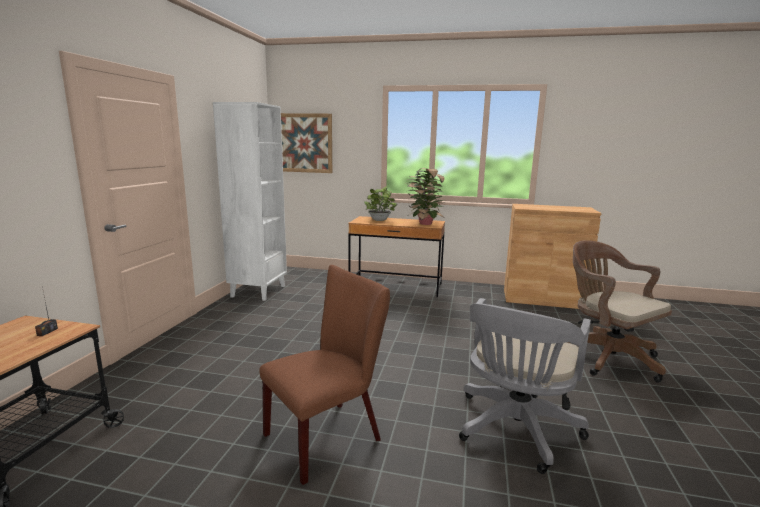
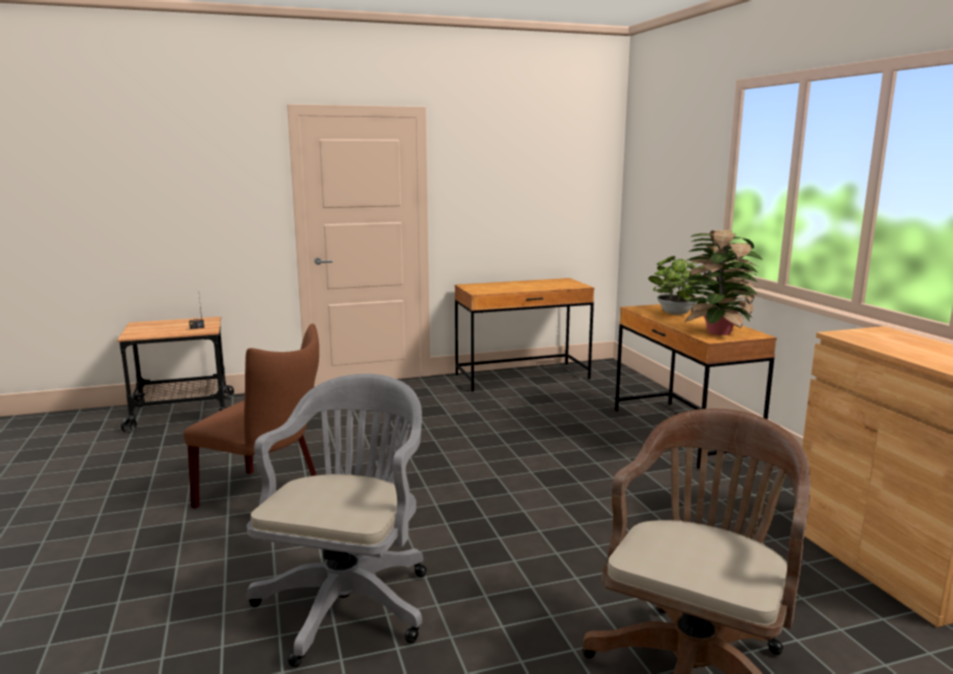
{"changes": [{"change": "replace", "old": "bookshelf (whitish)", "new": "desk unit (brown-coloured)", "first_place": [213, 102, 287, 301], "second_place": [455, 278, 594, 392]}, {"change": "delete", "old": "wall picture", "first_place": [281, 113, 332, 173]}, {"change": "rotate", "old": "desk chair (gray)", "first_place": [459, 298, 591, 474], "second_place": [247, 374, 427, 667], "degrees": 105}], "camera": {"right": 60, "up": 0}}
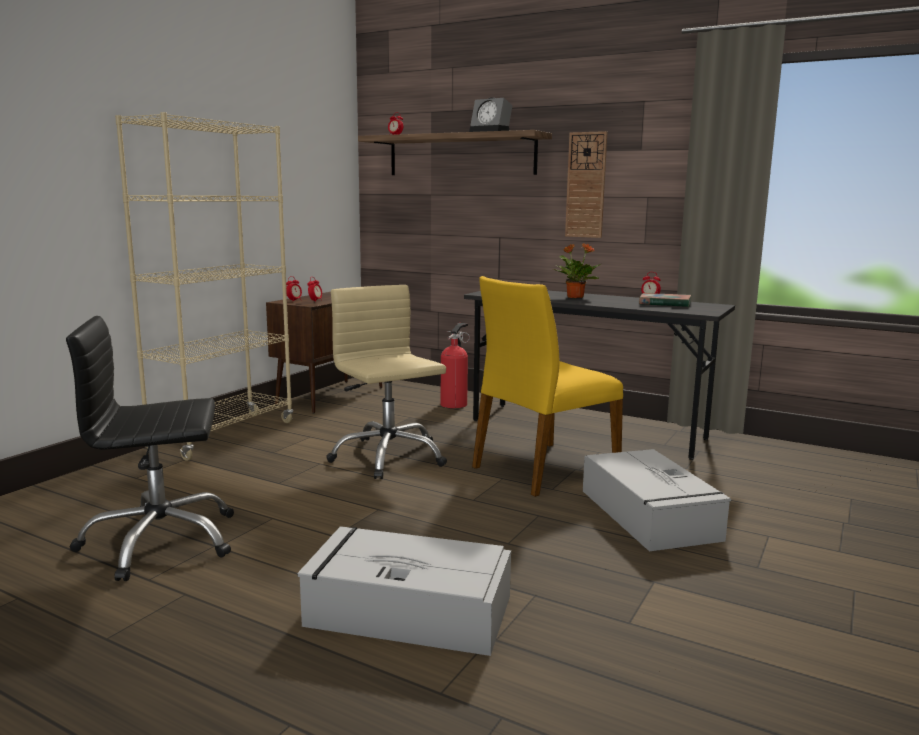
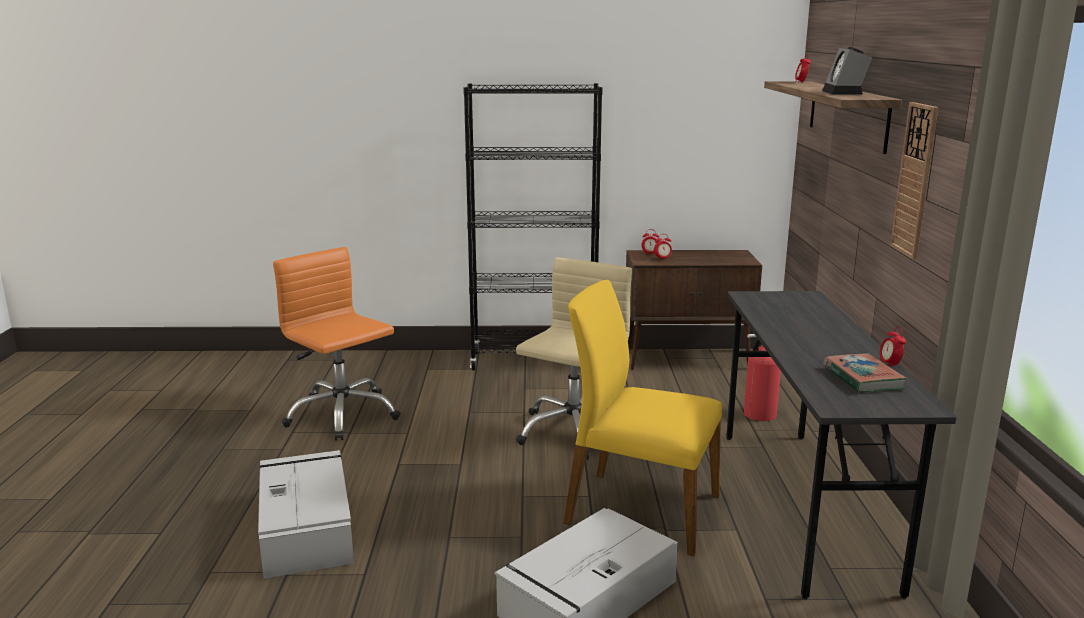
{"changes": [{"change": "recolor", "old": "desk chair (black)", "new": "desk chair (orange-coloured)", "first_place": [66, 316, 234, 581], "second_place": [273, 247, 401, 441]}, {"change": "recolor", "old": "bookshelf (sand-coloured)", "new": "bookshelf (black)", "first_place": [115, 112, 293, 461], "second_place": [463, 83, 603, 370]}, {"change": "delete", "old": "potted plant", "first_place": [553, 243, 601, 298]}], "camera": {"right": 60, "up": 5}}
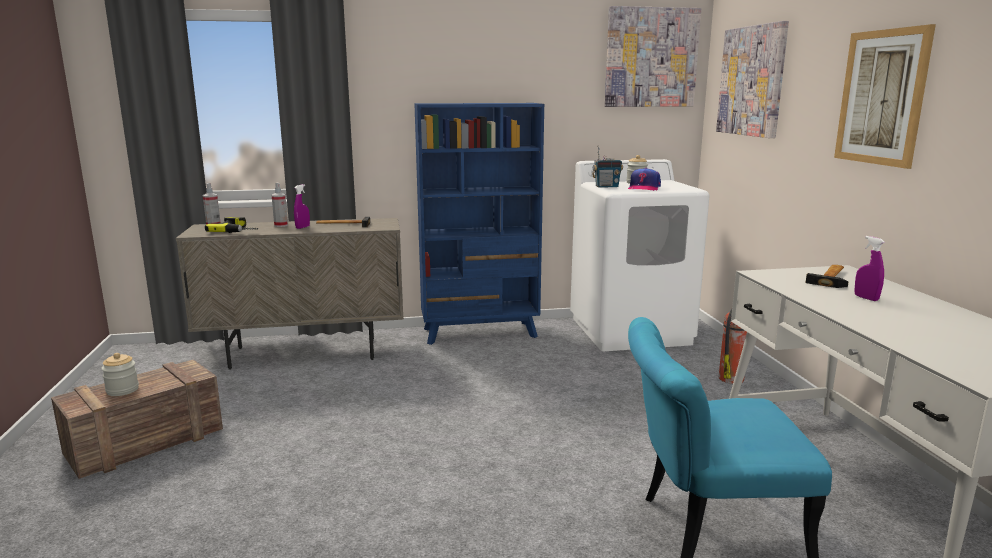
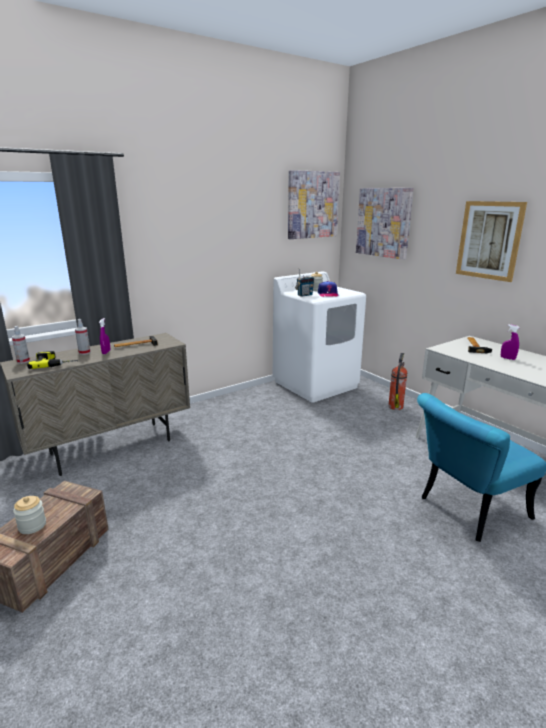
{"changes": [{"change": "delete", "old": "bookshelf (bluish)", "first_place": [414, 103, 544, 345]}], "camera": {"right": -25, "up": 5}}
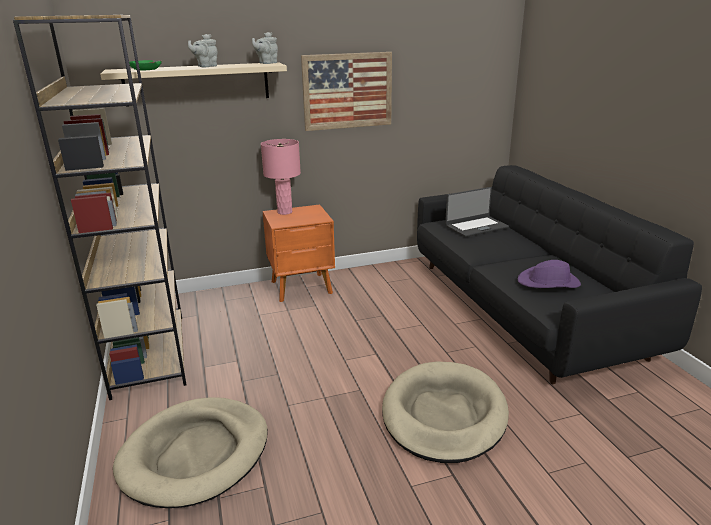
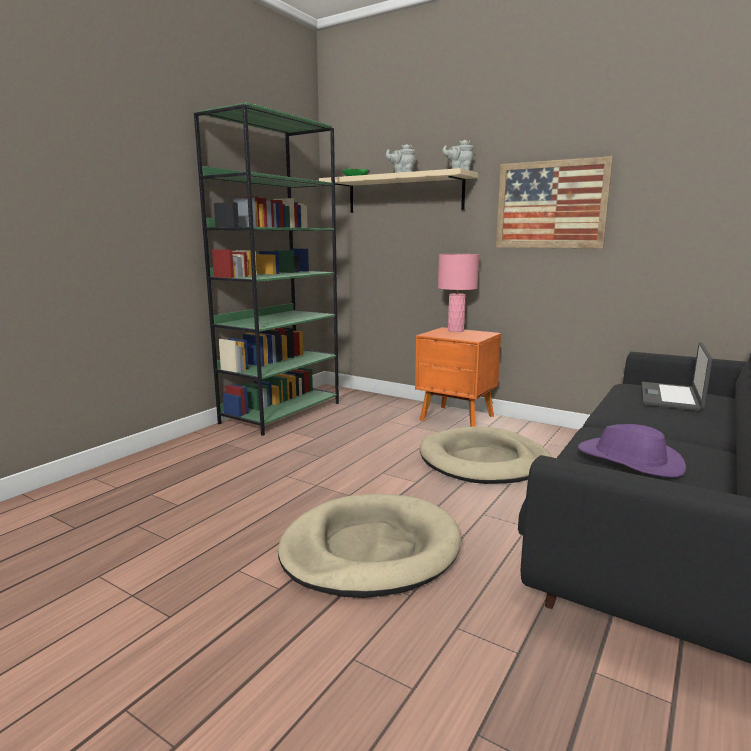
{"changes": [{"change": "recolor", "old": "bookshelf (brown-coloured)", "new": "bookshelf (green-coloured)", "first_place": [13, 15, 186, 400], "second_place": [194, 102, 339, 436]}, {"change": "move", "old": "pet bed (sand-coloured)", "first_place": [113, 397, 268, 508], "second_place": [419, 426, 552, 484]}, {"change": "rotate", "old": "notebook computer", "first_place": [445, 187, 509, 237], "second_place": [642, 342, 713, 411], "degrees": 90}], "camera": {"right": 50, "up": -10}}
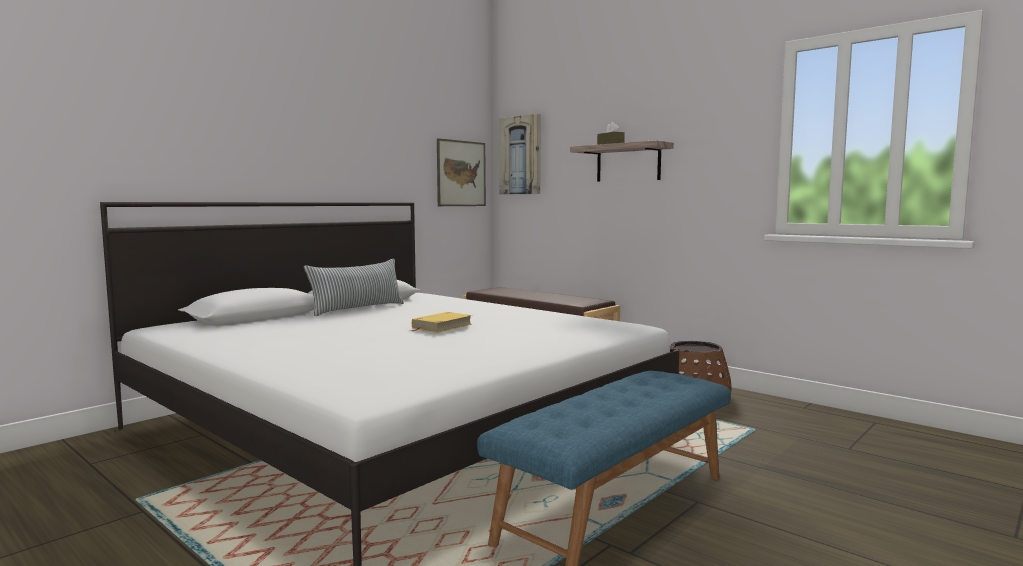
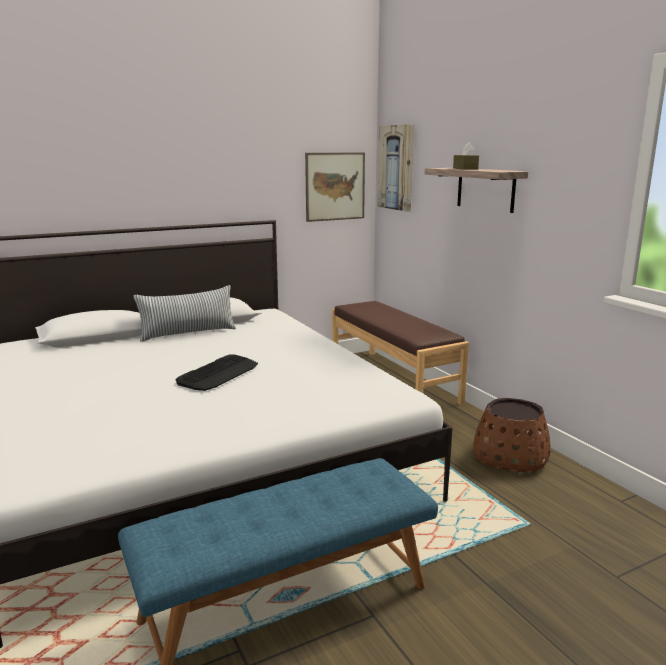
{"changes": [{"change": "replace", "old": "volume (yellow-coloured)", "new": "computer keyboard", "first_place": [412, 312, 472, 333], "second_place": [175, 354, 258, 391]}], "camera": {"right": 20, "up": 10}}
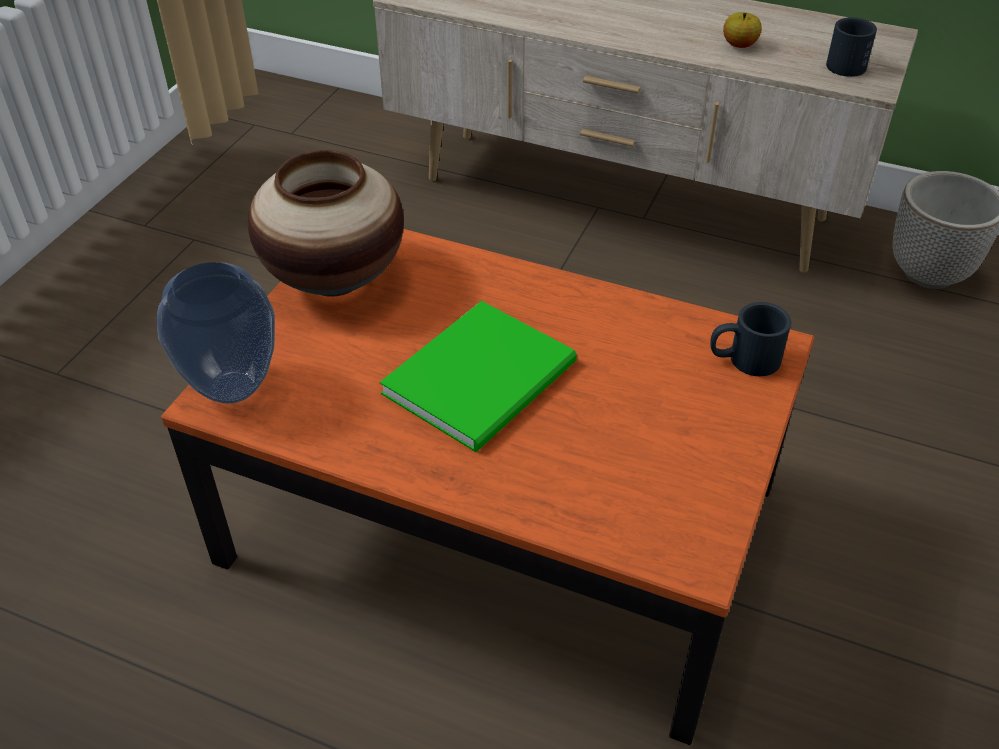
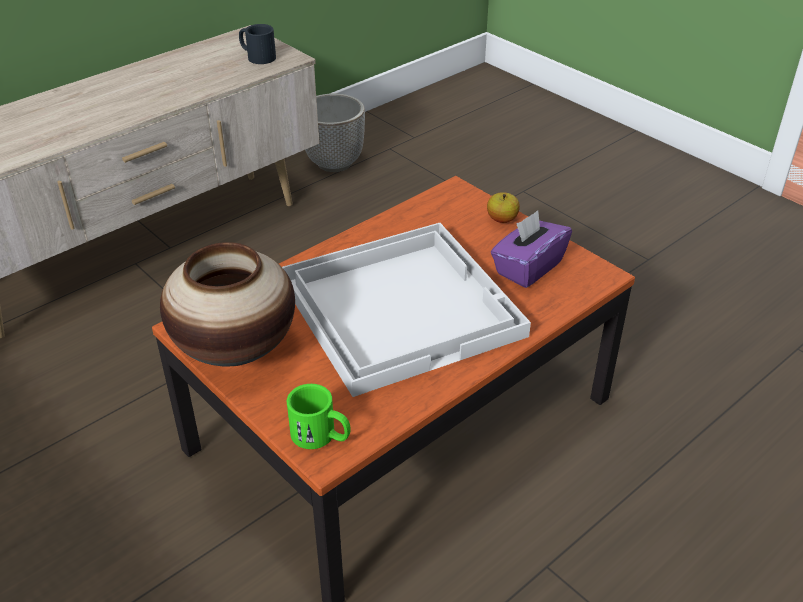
{"changes": [{"change": "replace", "old": "decorative vase", "new": "coffee mug (green-coloured)", "first_place": [157, 262, 275, 404], "second_place": [286, 384, 350, 449]}, {"change": "replace", "old": "volume (green-coloured)", "new": "serving tray (whitish)", "first_place": [380, 301, 577, 452], "second_place": [282, 223, 531, 397]}, {"change": "delete", "old": "coffee mug (black)", "first_place": [710, 302, 791, 376]}, {"change": "move", "old": "apple fruit", "first_place": [723, 12, 762, 48], "second_place": [487, 192, 520, 223]}, {"change": "insert", "new": "box of tissues (purple)", "second_place": [491, 210, 572, 288]}], "camera": {"right": -65, "up": -5}}
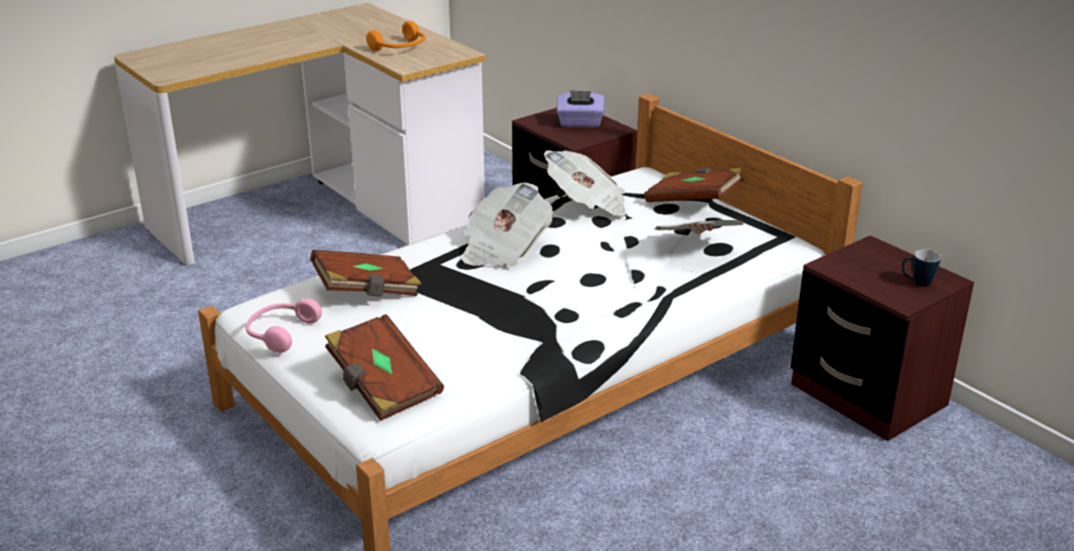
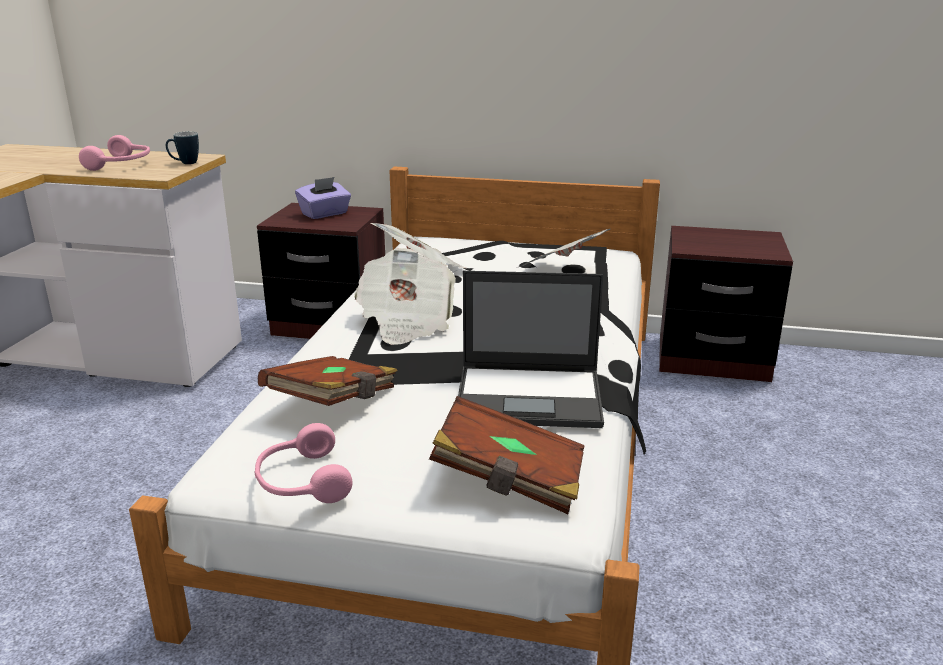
{"changes": [{"change": "recolor", "old": "headset (orange-coloured)", "new": "headset (pink-coloured)", "first_place": [366, 21, 426, 51], "second_place": [79, 135, 150, 171]}, {"change": "delete", "old": "volume (brown-coloured)", "first_place": [644, 168, 743, 202]}, {"change": "move", "old": "coffee mug", "first_place": [902, 249, 941, 287], "second_place": [166, 132, 199, 164]}, {"change": "insert", "new": "notebook computer", "second_place": [458, 271, 604, 428]}], "camera": {"right": -40, "up": -5}}
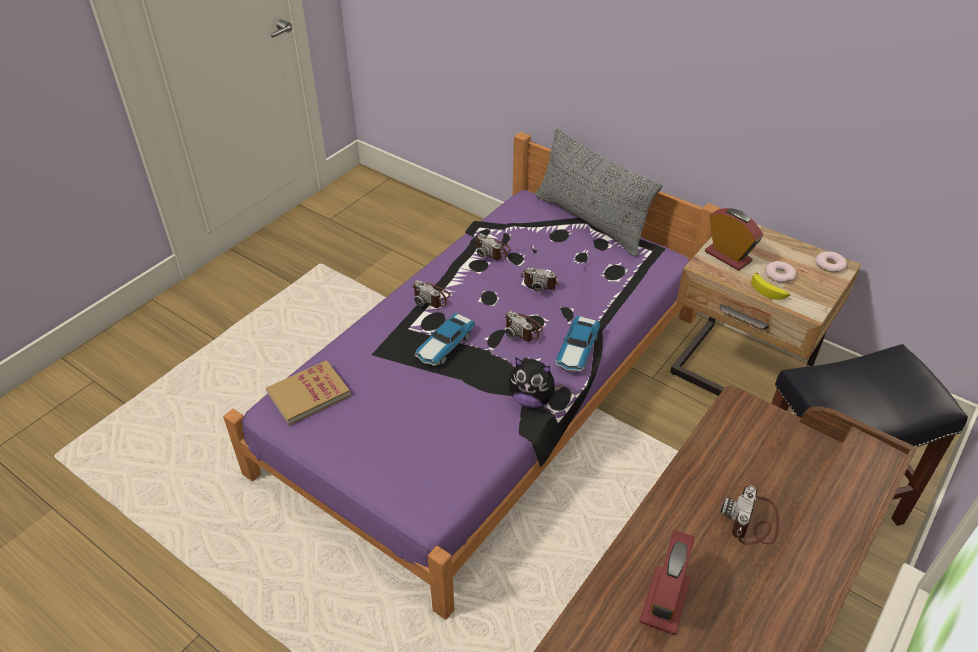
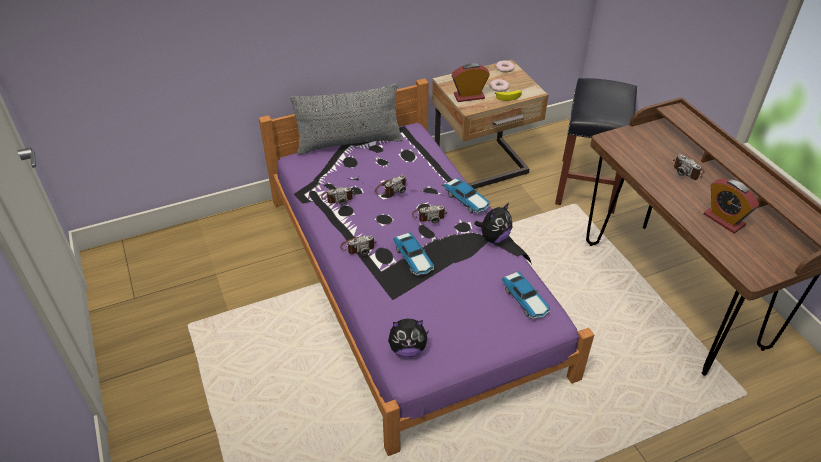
{"changes": [{"change": "replace", "old": "volume", "new": "cuddly toy", "first_place": [266, 360, 350, 425], "second_place": [388, 319, 429, 357]}, {"change": "insert", "new": "toy car", "second_place": [502, 271, 551, 319]}], "camera": {"right": -60, "up": 0}}
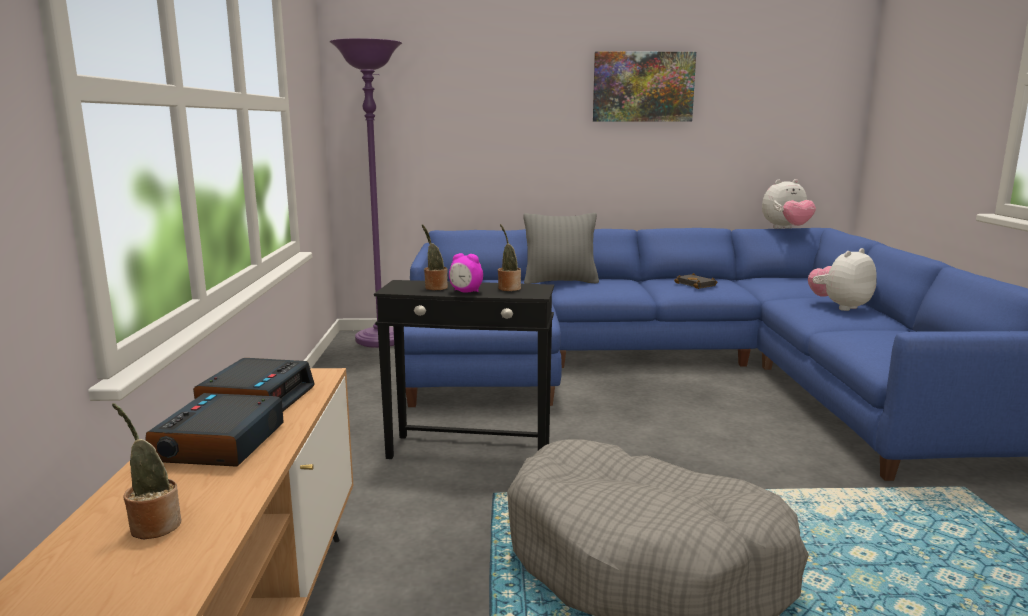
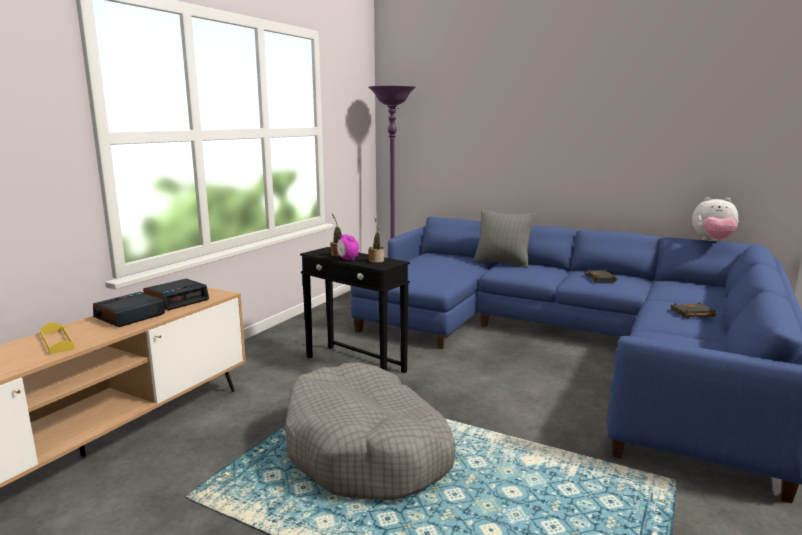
{"changes": [{"change": "replace", "old": "potted plant", "new": "serving tray (yellow-coloured)", "first_place": [112, 403, 182, 539], "second_place": [40, 322, 75, 354]}, {"change": "delete", "old": "wall picture", "first_place": [593, 51, 696, 121]}, {"change": "replace", "old": "cuddly toy", "new": "volume (black)", "first_place": [808, 248, 877, 311], "second_place": [671, 302, 716, 318]}], "camera": {"right": 30, "up": 0}}
